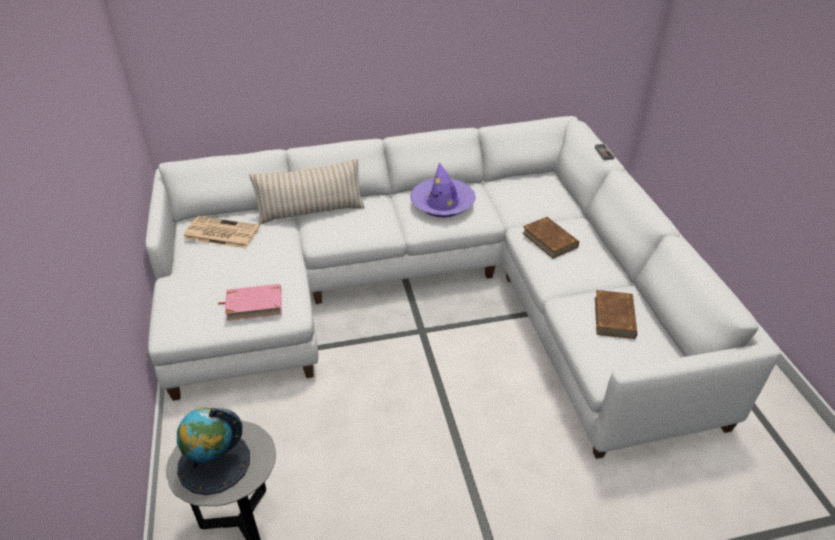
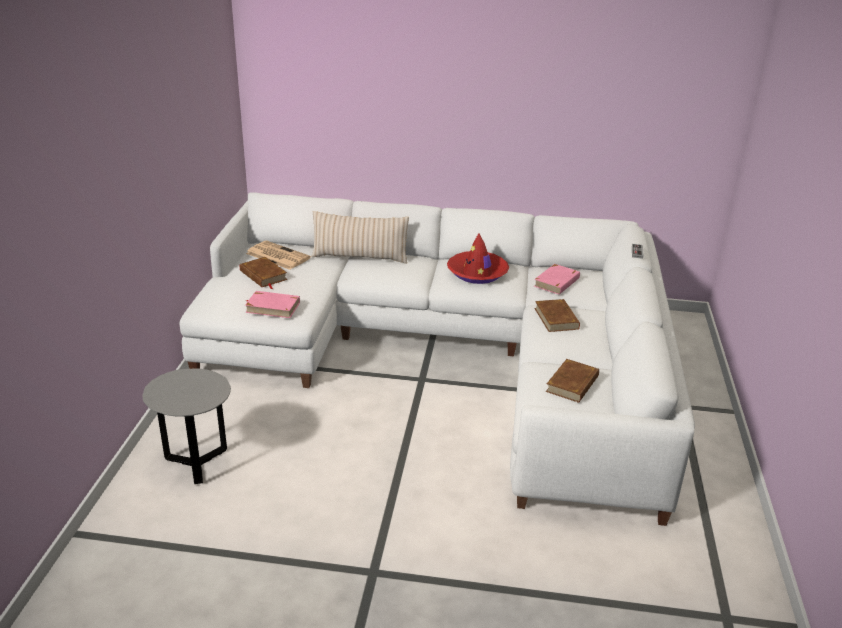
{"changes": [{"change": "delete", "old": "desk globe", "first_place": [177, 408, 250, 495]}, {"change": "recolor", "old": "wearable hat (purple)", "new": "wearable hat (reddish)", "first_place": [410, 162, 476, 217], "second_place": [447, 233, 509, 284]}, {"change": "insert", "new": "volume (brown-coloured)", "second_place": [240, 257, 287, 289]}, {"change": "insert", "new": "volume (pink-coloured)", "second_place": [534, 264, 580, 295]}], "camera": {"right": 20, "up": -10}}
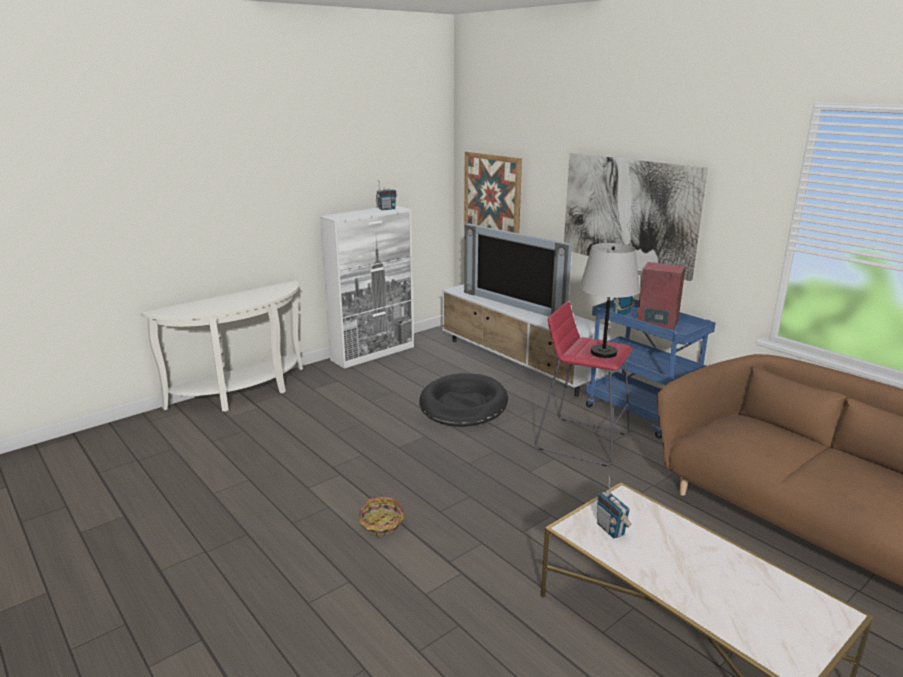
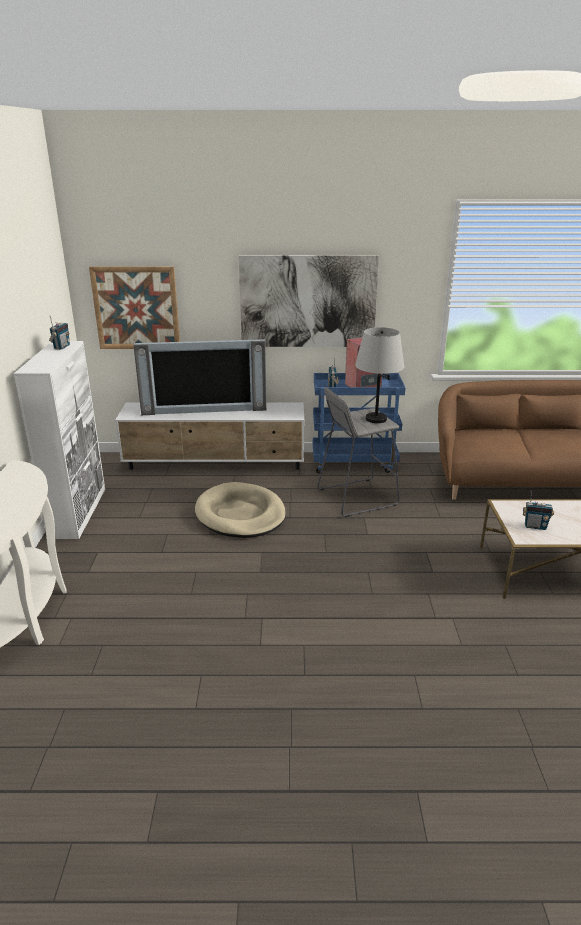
{"changes": [{"change": "delete", "old": "household basket", "first_place": [358, 497, 404, 538]}, {"change": "recolor", "old": "pet bed (black)", "new": "pet bed (sand-coloured)", "first_place": [419, 373, 508, 427], "second_place": [195, 482, 286, 538]}, {"change": "recolor", "old": "sitting stool (reddish)", "new": "sitting stool (gray)", "first_place": [535, 301, 633, 467], "second_place": [317, 387, 400, 517]}], "camera": {"right": -50, "up": 5}}
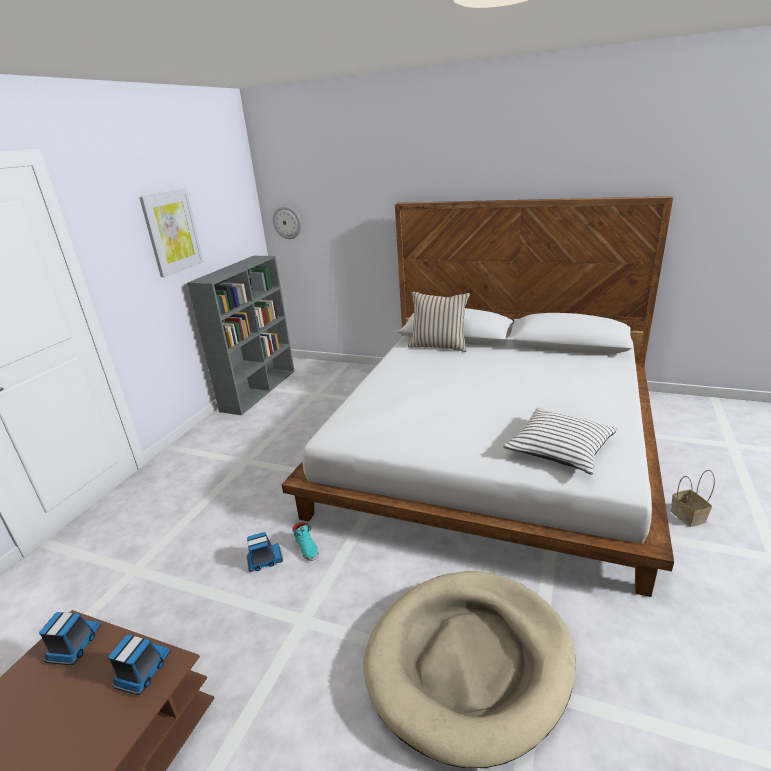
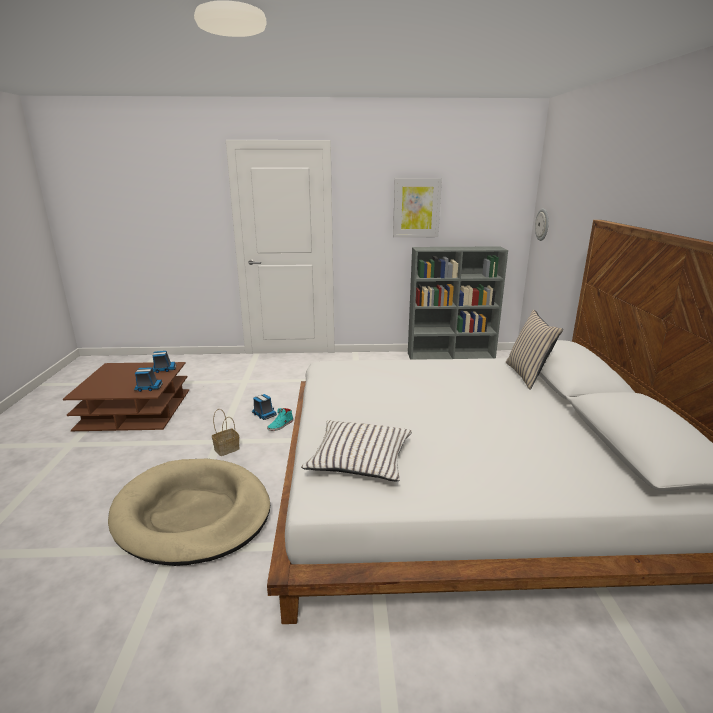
{"changes": [{"change": "move", "old": "household basket", "first_place": [671, 470, 715, 527], "second_place": [212, 409, 240, 456]}], "camera": {"right": 65, "up": -5}}
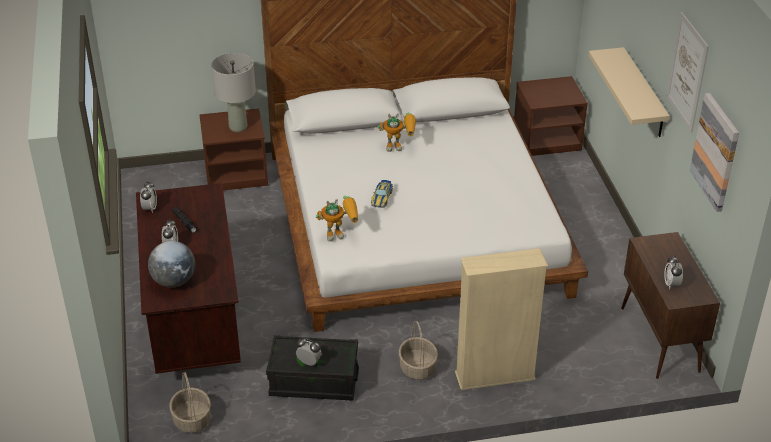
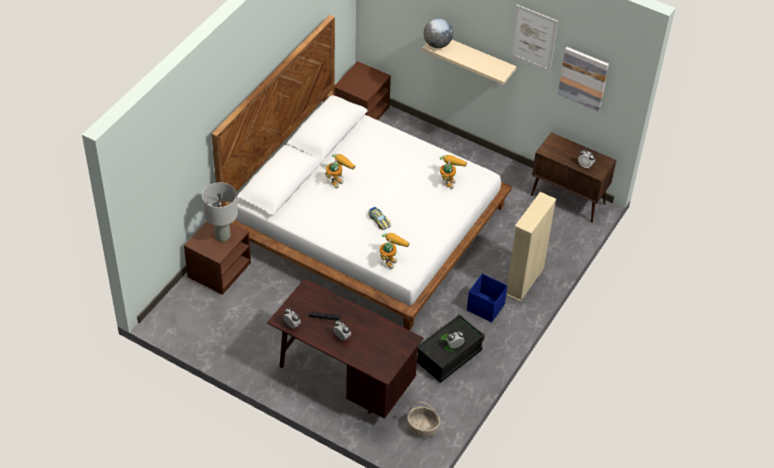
{"changes": [{"change": "move", "old": "desk globe", "first_place": [148, 241, 195, 288], "second_place": [424, 19, 453, 48]}, {"change": "replace", "old": "household basket", "new": "storage bin (bluish)", "first_place": [399, 321, 438, 380], "second_place": [467, 274, 508, 322]}, {"change": "insert", "new": "model robot", "second_place": [440, 155, 467, 189]}], "camera": {"right": -50, "up": 10}}
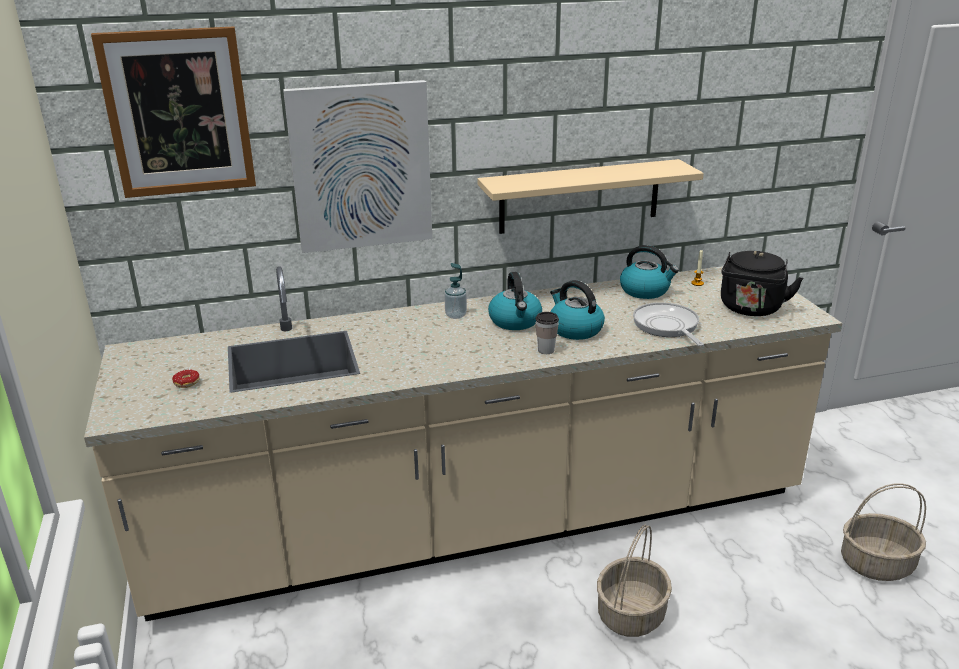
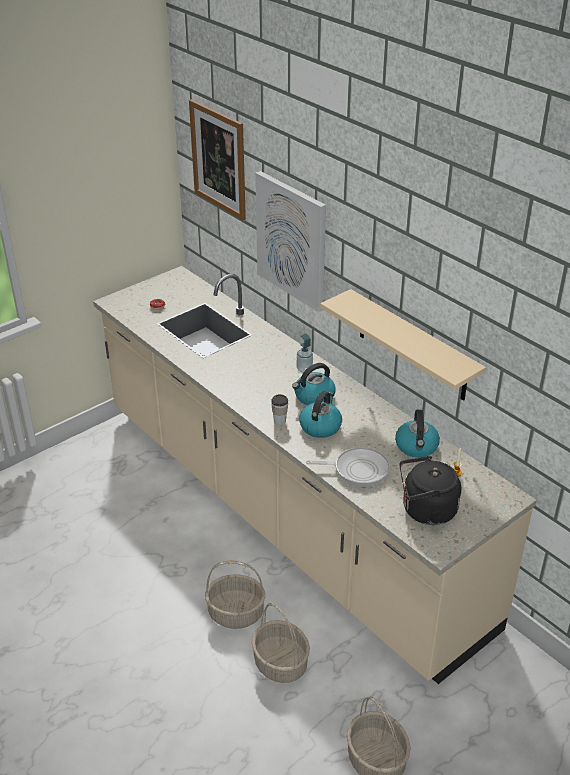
{"changes": [{"change": "rotate", "old": "frying pan", "first_place": [633, 302, 704, 346], "second_place": [306, 447, 390, 487], "degrees": 45}, {"change": "insert", "new": "household basket", "second_place": [252, 603, 310, 683]}], "camera": {"right": 65, "up": 10}}
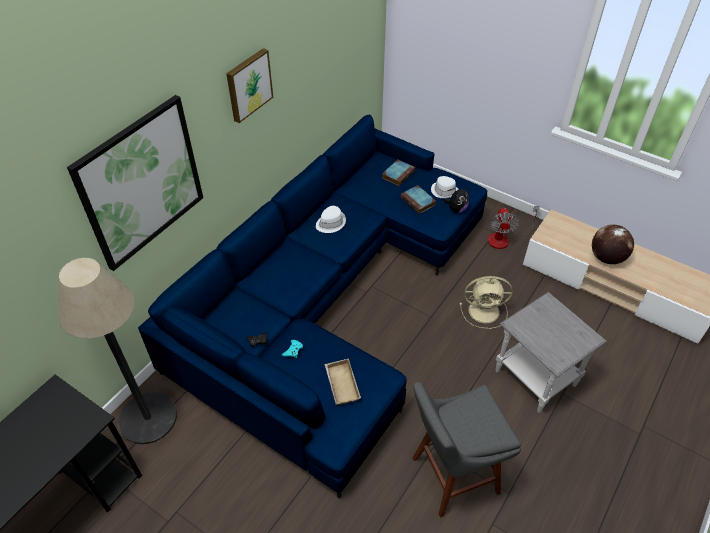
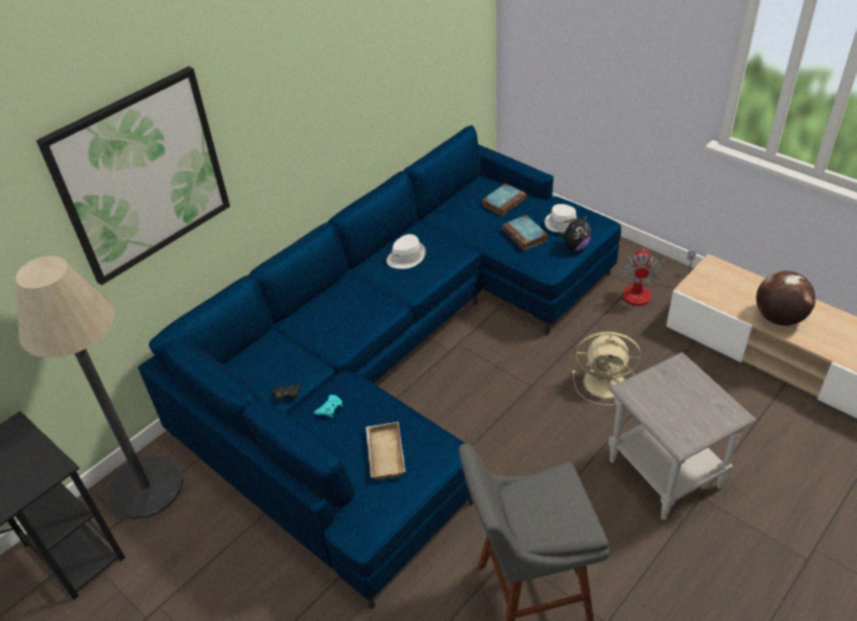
{"changes": [{"change": "delete", "old": "wall picture", "first_place": [226, 48, 273, 123]}], "camera": {"right": 10, "up": -5}}
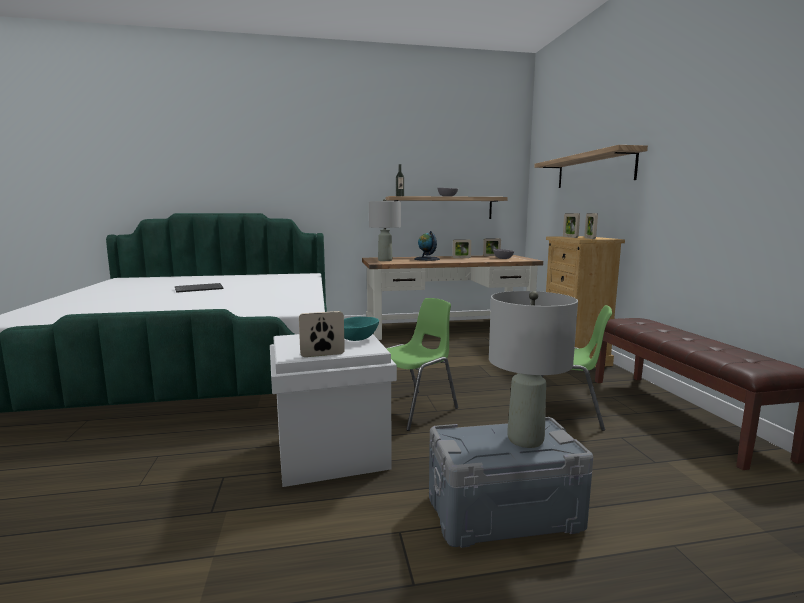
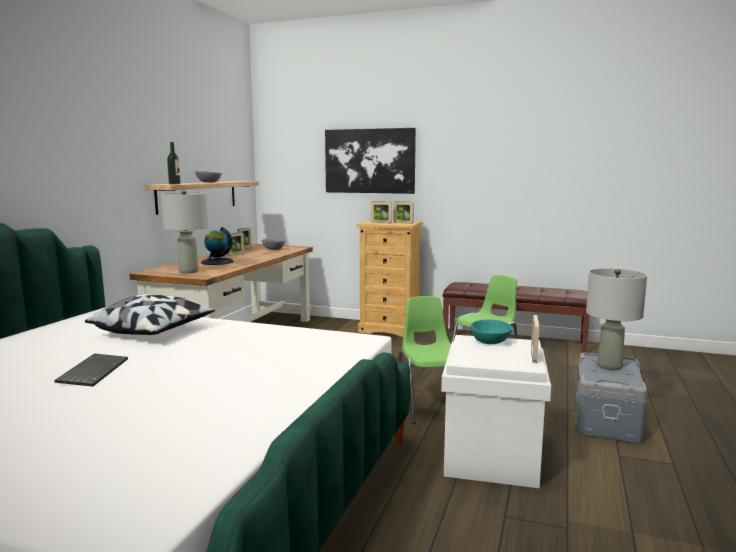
{"changes": [{"change": "replace", "old": "shelf", "new": "wall picture", "first_place": [534, 145, 648, 188], "second_place": [325, 128, 416, 194]}, {"change": "insert", "new": "cushion", "second_place": [85, 294, 215, 335]}], "camera": {"right": -60, "up": 0}}
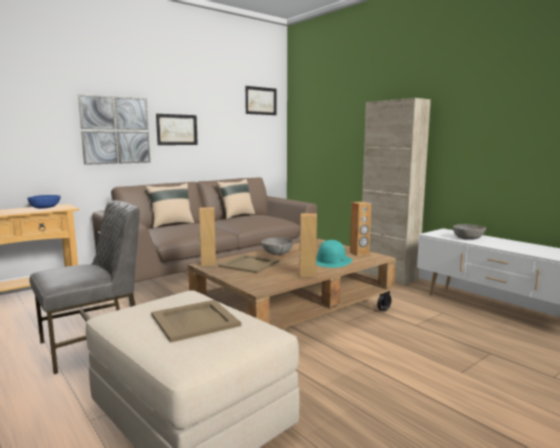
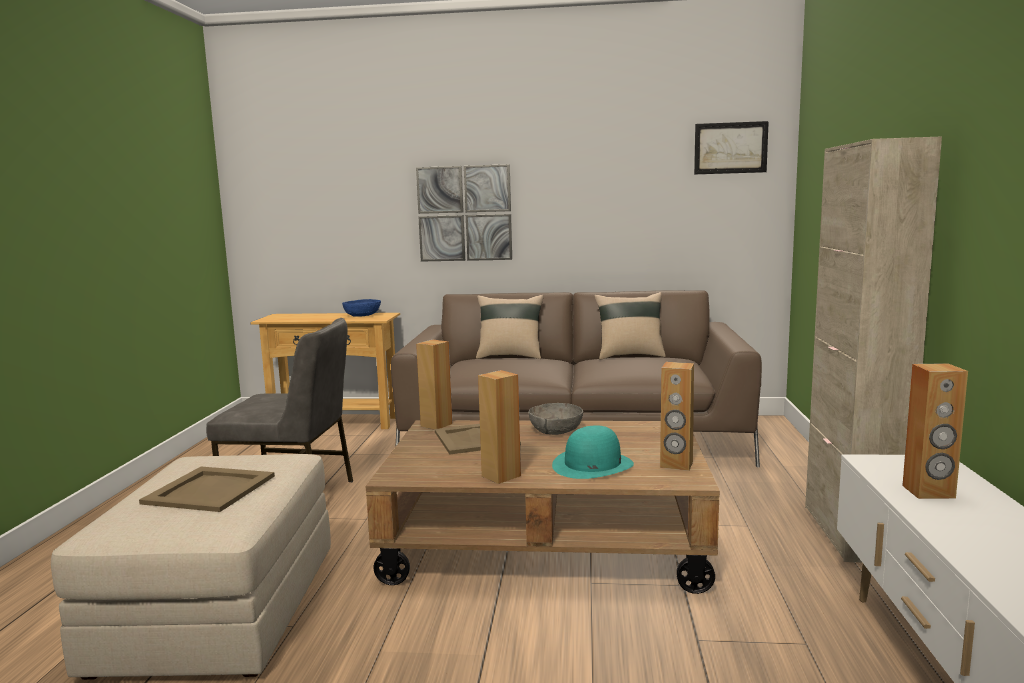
{"changes": [{"change": "delete", "old": "wall picture", "first_place": [156, 114, 198, 145]}, {"change": "replace", "old": "deep dish (gray)", "new": "speaker (brown-coloured)", "first_place": [453, 224, 486, 240], "second_place": [902, 363, 968, 499]}], "camera": {"right": 45, "up": 0}}
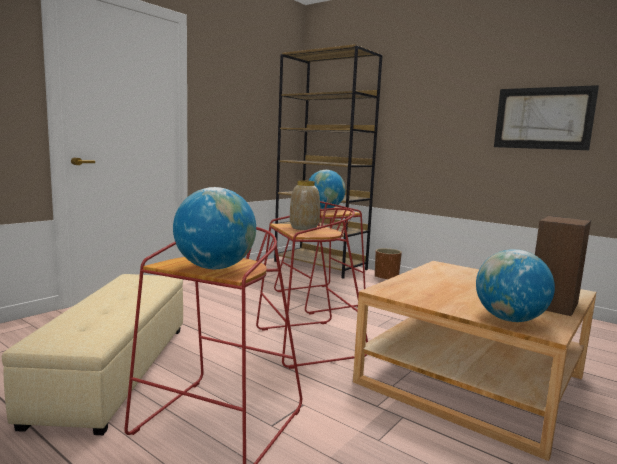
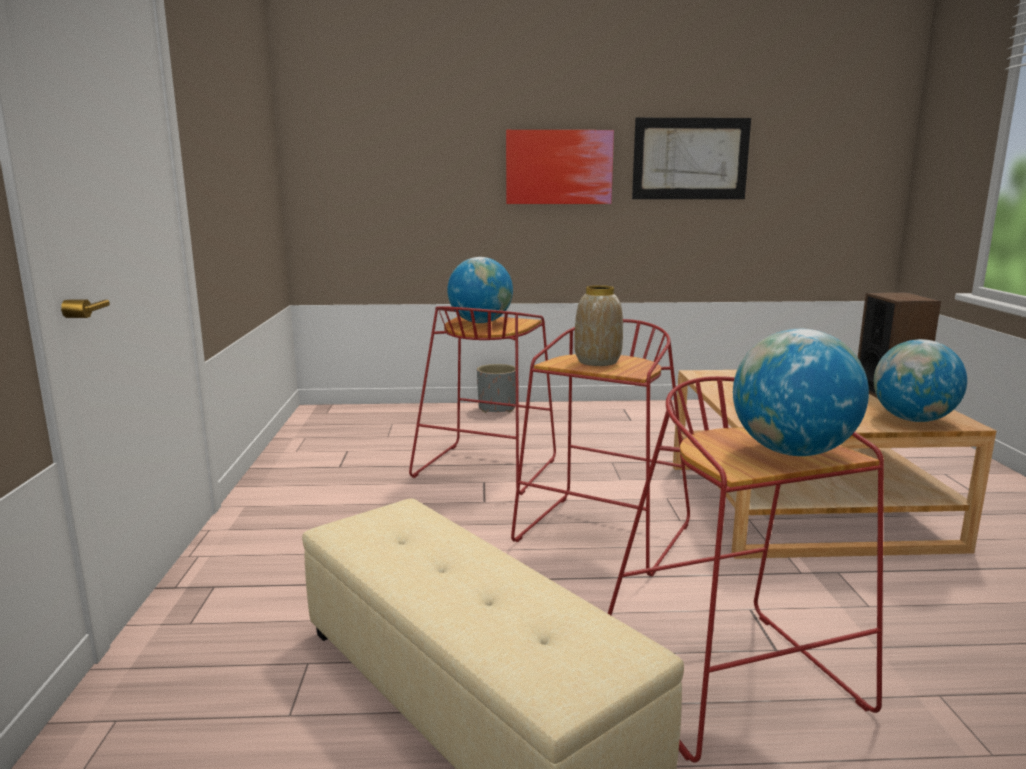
{"changes": [{"change": "delete", "old": "bookshelf (brown-coloured)", "first_place": [274, 44, 383, 279]}, {"change": "recolor", "old": "flower pot (brown-coloured)", "new": "flower pot (gray)", "first_place": [375, 248, 402, 279], "second_place": [477, 364, 516, 413]}, {"change": "insert", "new": "wall picture", "second_place": [506, 130, 614, 204]}], "camera": {"right": -40, "up": 5}}
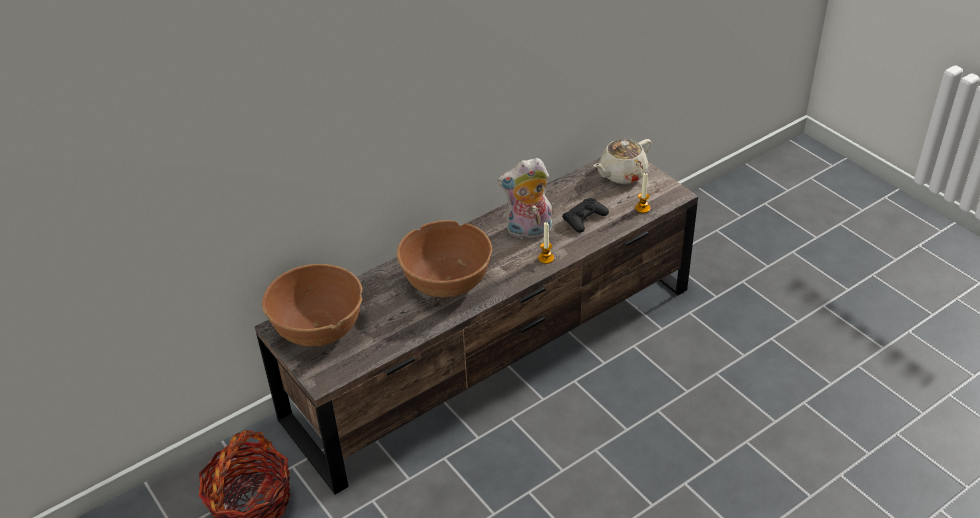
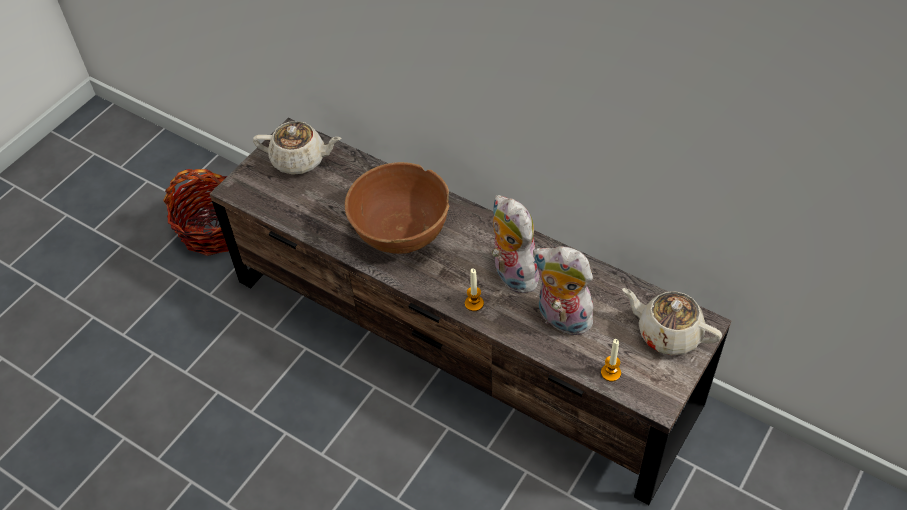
{"changes": [{"change": "replace", "old": "deep dish (brown-coloured)", "new": "tea pot (sand-coloured)", "first_place": [262, 264, 362, 346], "second_place": [253, 121, 342, 175]}, {"change": "replace", "old": "joypad (black)", "new": "cuddly toy", "first_place": [562, 198, 609, 233], "second_place": [533, 246, 598, 337]}], "camera": {"right": 70, "up": 10}}
